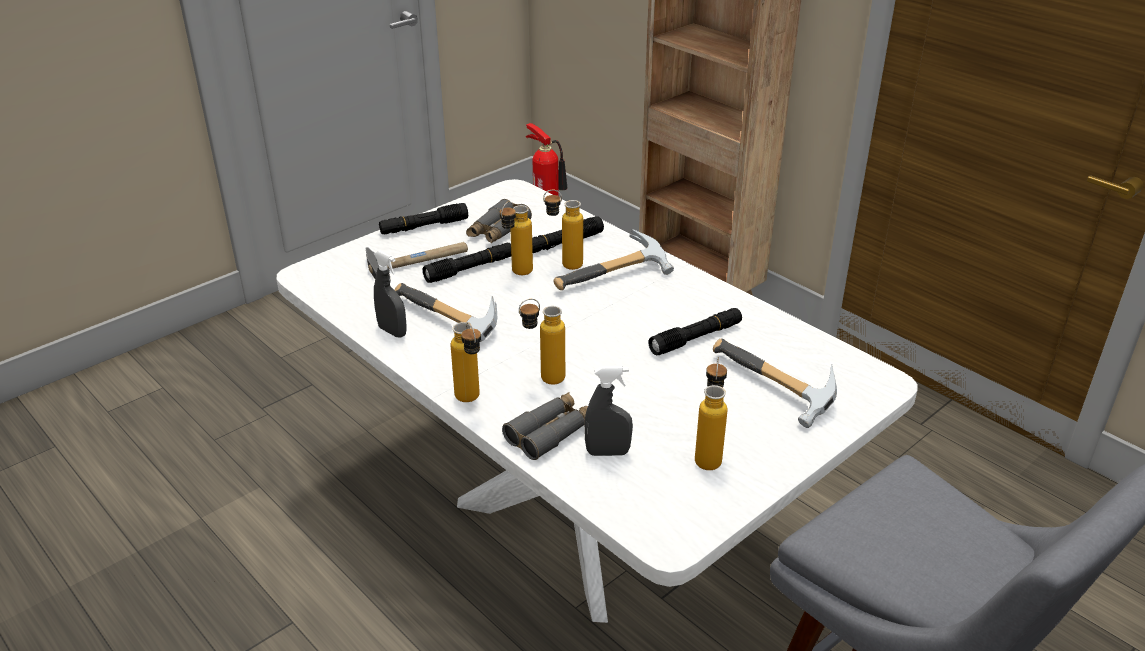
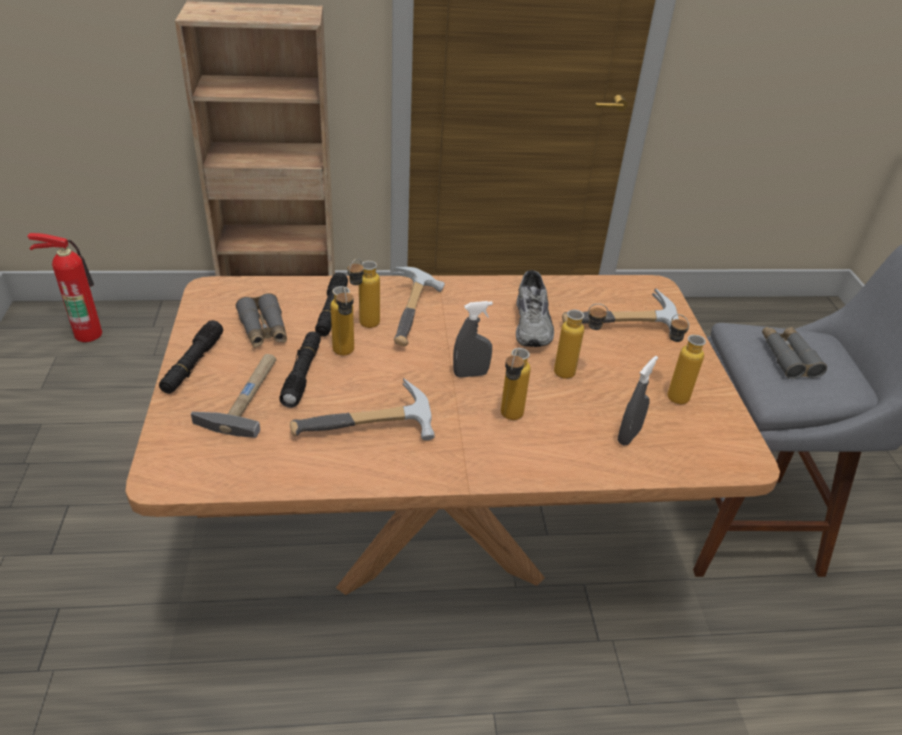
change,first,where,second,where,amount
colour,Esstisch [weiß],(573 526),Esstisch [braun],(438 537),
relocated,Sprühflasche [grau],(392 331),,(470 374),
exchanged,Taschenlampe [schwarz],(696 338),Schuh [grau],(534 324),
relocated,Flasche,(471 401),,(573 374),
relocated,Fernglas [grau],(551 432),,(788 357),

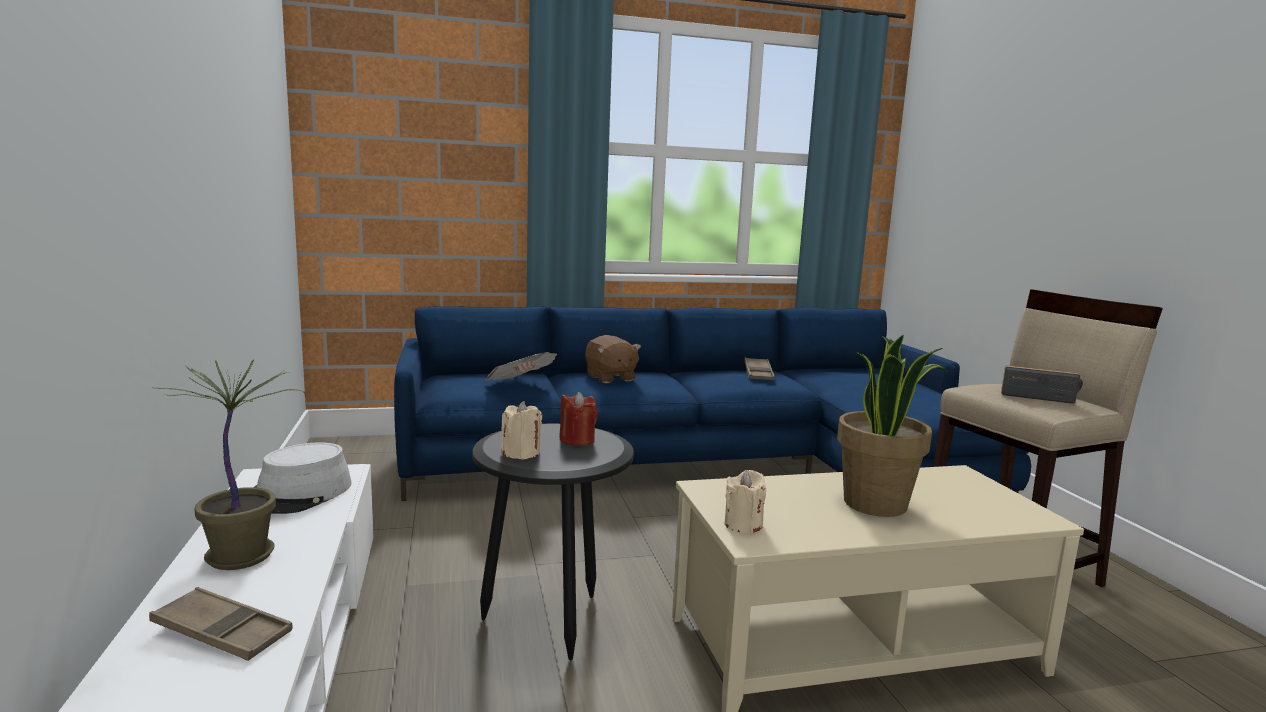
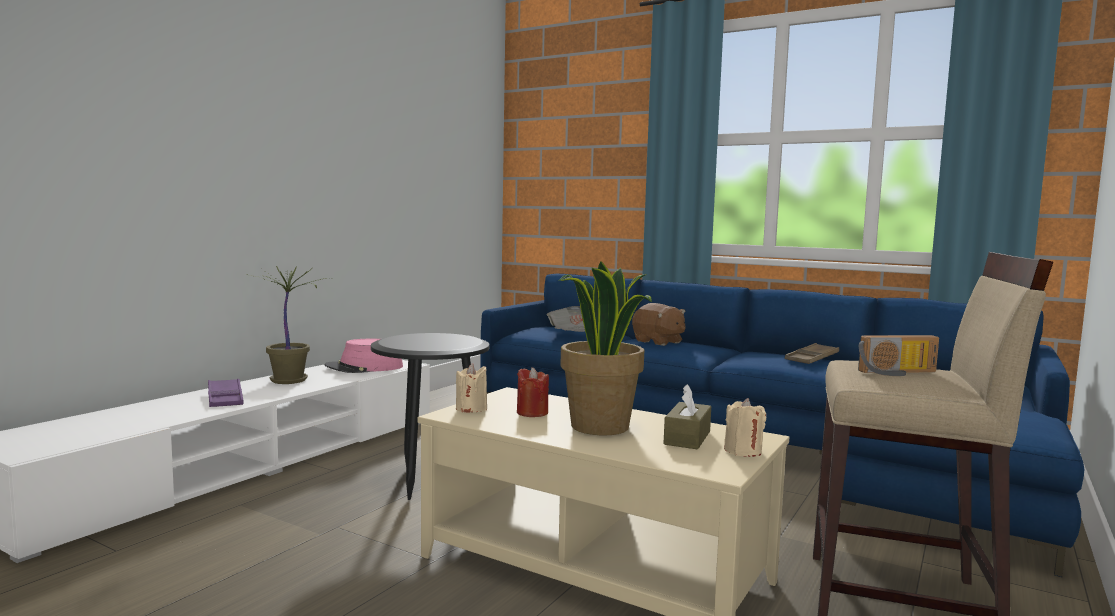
change,first,where,second,where,amount
spun,Plüschtier [braun],(610 378),,(658 342),60 degrees counterclockwise
spun,Radio,(1039 397),,(899 373),105 degrees clockwise
relocated,Kerze [rot],(577 440),,(532 412),
relocated,Kerze [beige],(521 453),,(742 451),
colour,Hut [grau],(296 495),Hut [rosa],(364 367),
colour,Tablett [braun],(222 632),Tablett [lila],(225 398),
appeared,,,Taschentuchbox [braun],(687 438),

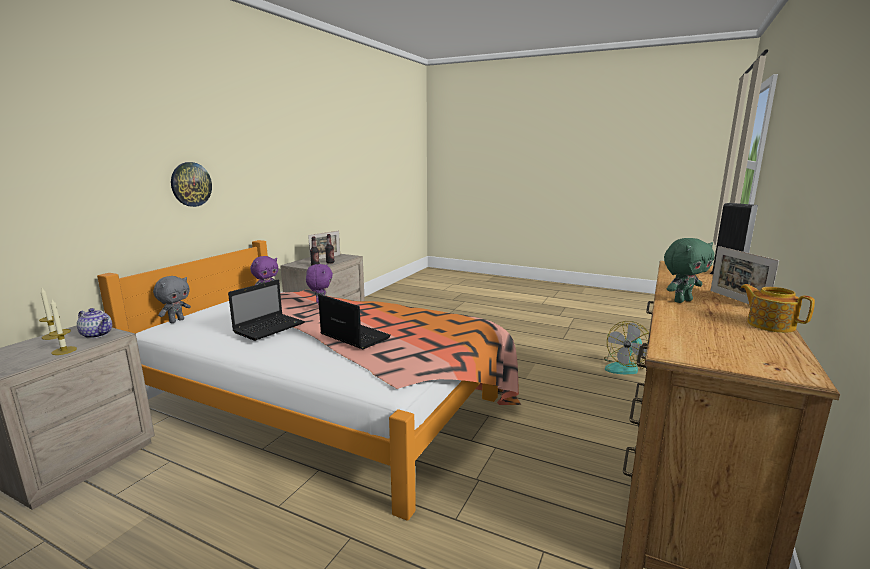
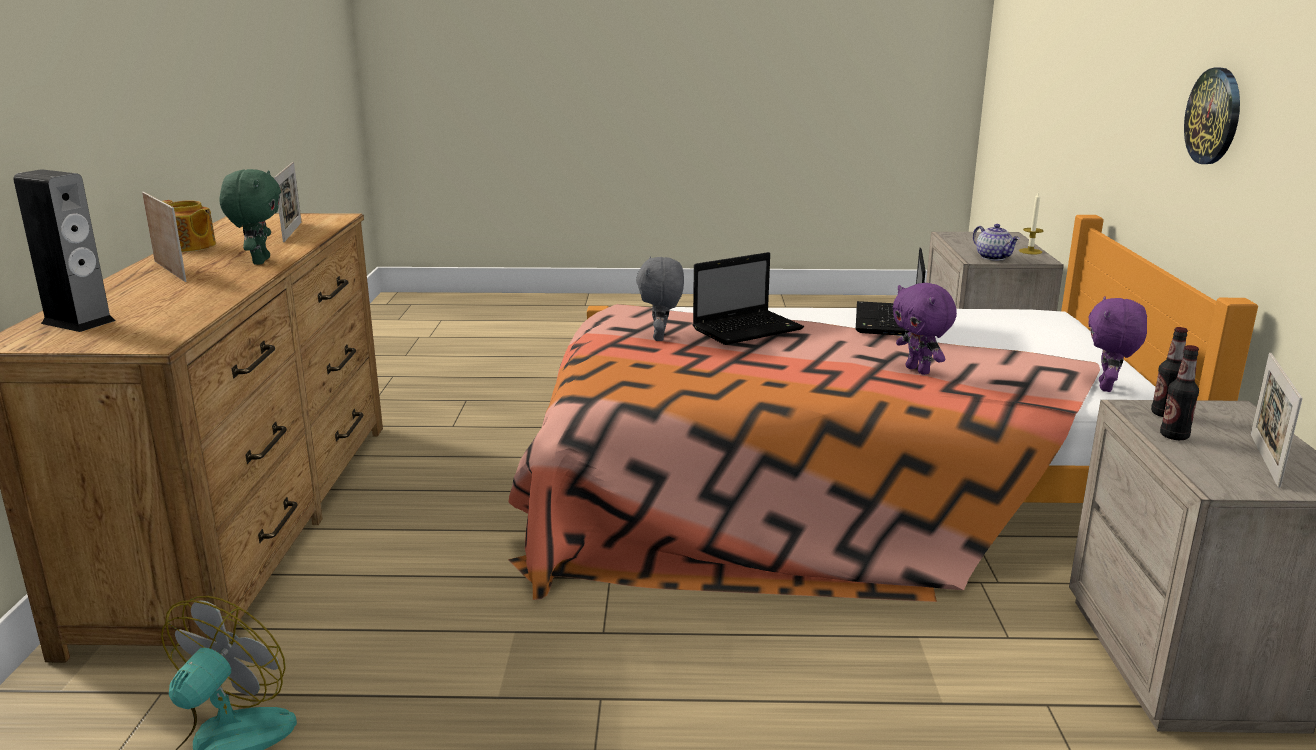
change,first,where,second,where,amount
spun,Plüschtier [grün],(682 301),,(259 261),135 degrees clockwise
relocated,Plüschtier [grau],(176 321),,(661 337),
spun,Laptop,(353 336),,(749 329),45 degrees counterclockwise
missing,Kerze,(64 350),,,
spun,Teekanne,(98 334),,(994 257),120 degrees counterclockwise
appeared,,,Bilderrahmen,(292 232),

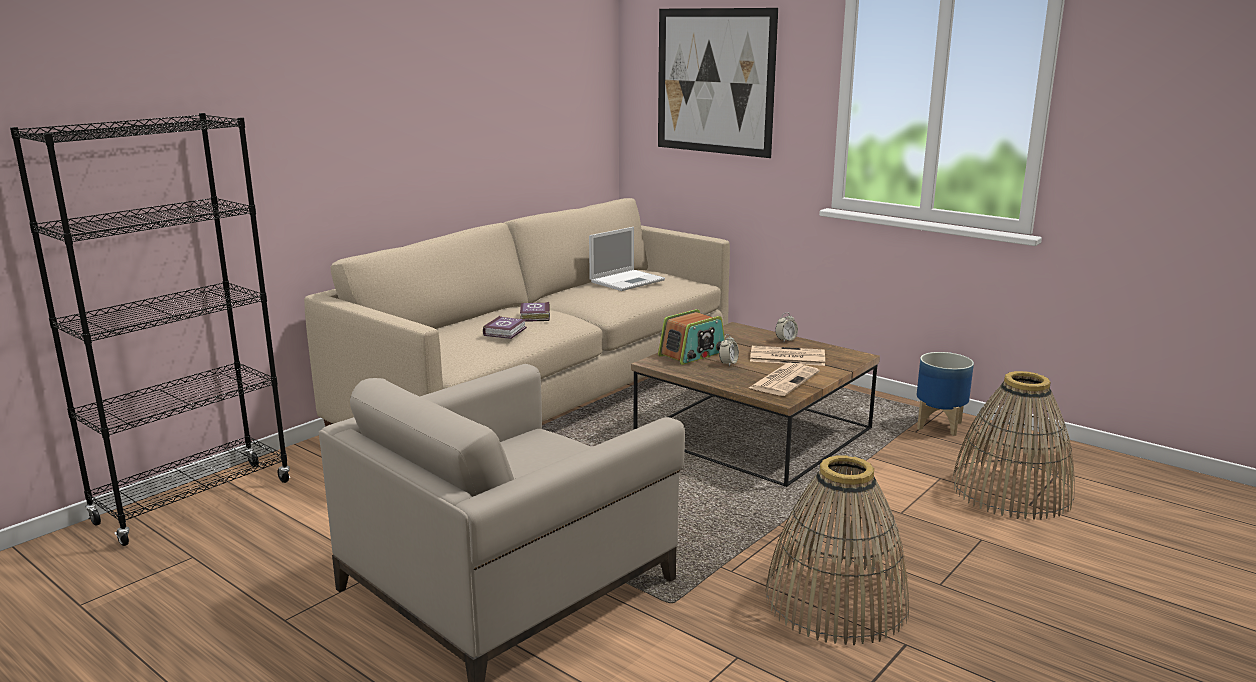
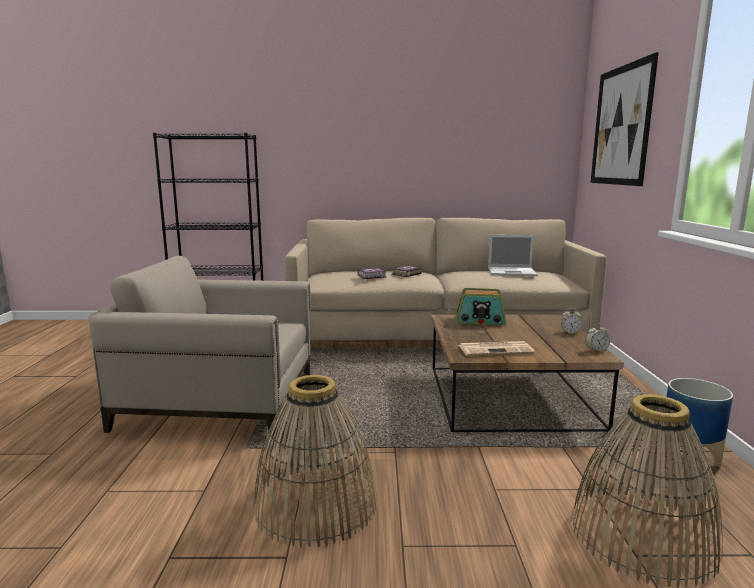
change,first,where,second,where,amount
relocated,Wecker,(728 363),,(596 350),
missing,Zeitung,(786 357),,,

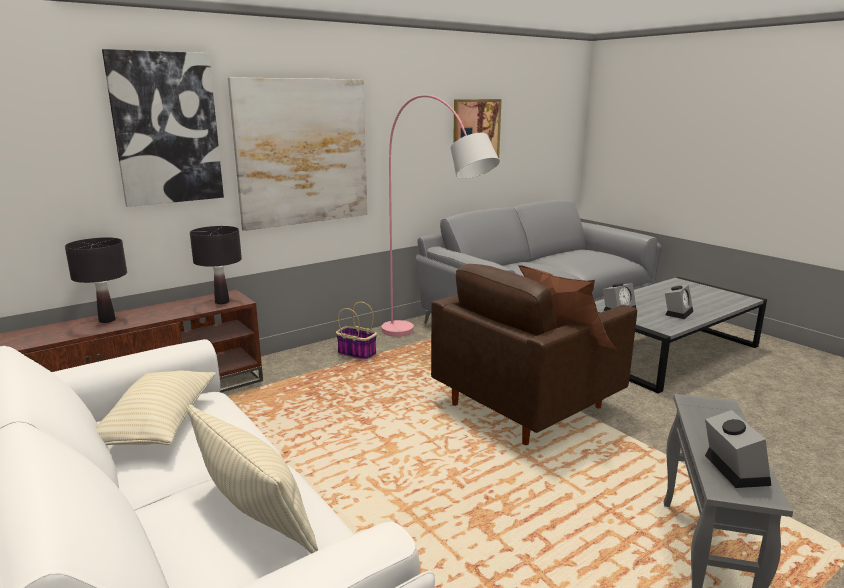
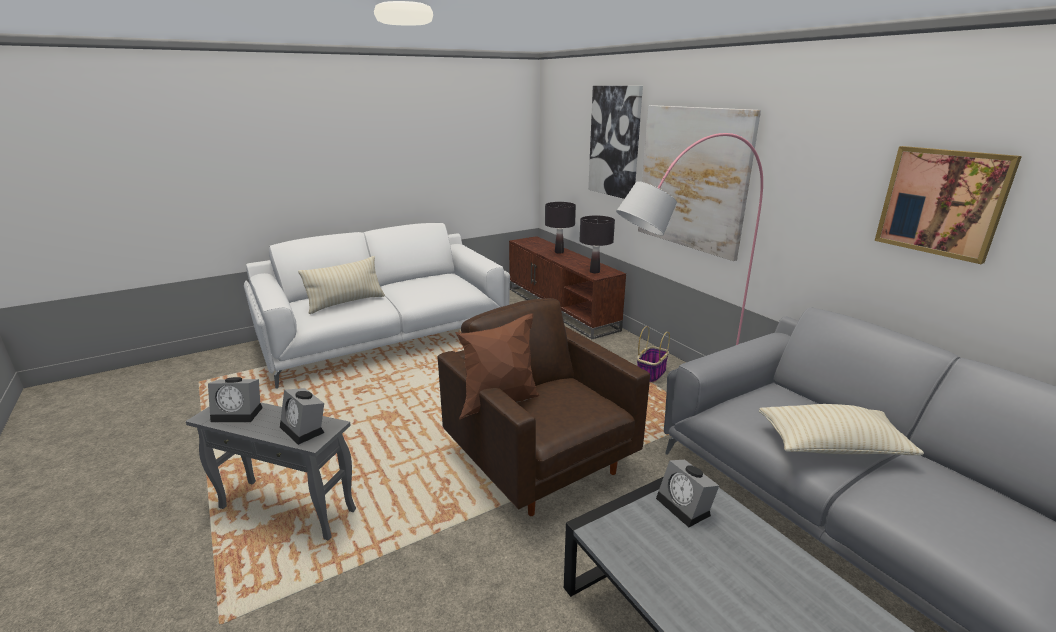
change,first,where,second,where,amount
relocated,Wecker,(677 312),,(305 429),
relocated,Kissen [beige],(159 424),,(831 446),

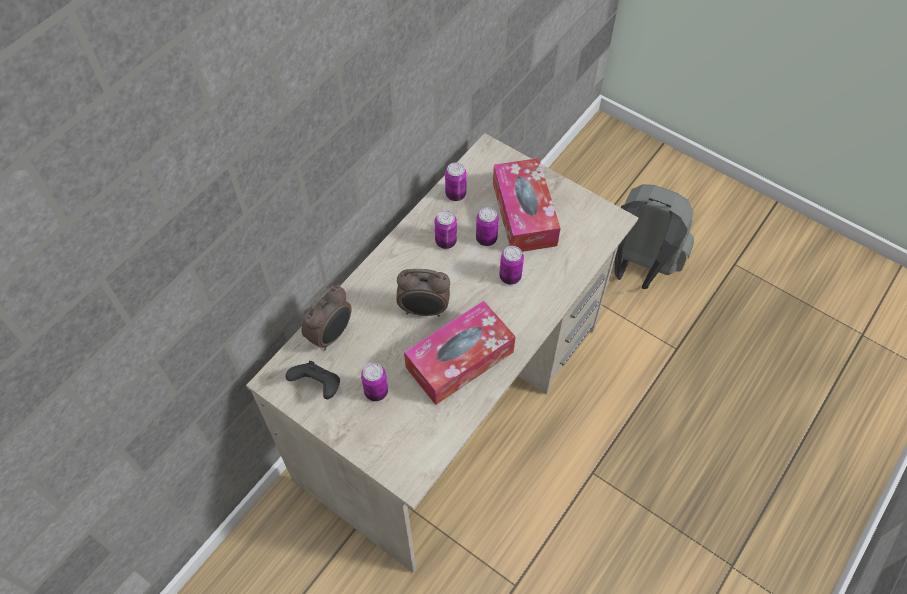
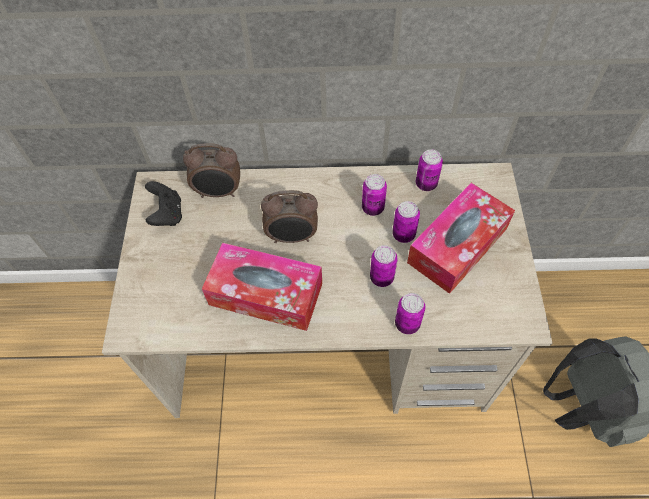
change,first,where,second,where,amount
spun,Wecker,(424 310),,(292 237),60 degrees counterclockwise
relocated,Dose,(376 392),,(407 324),

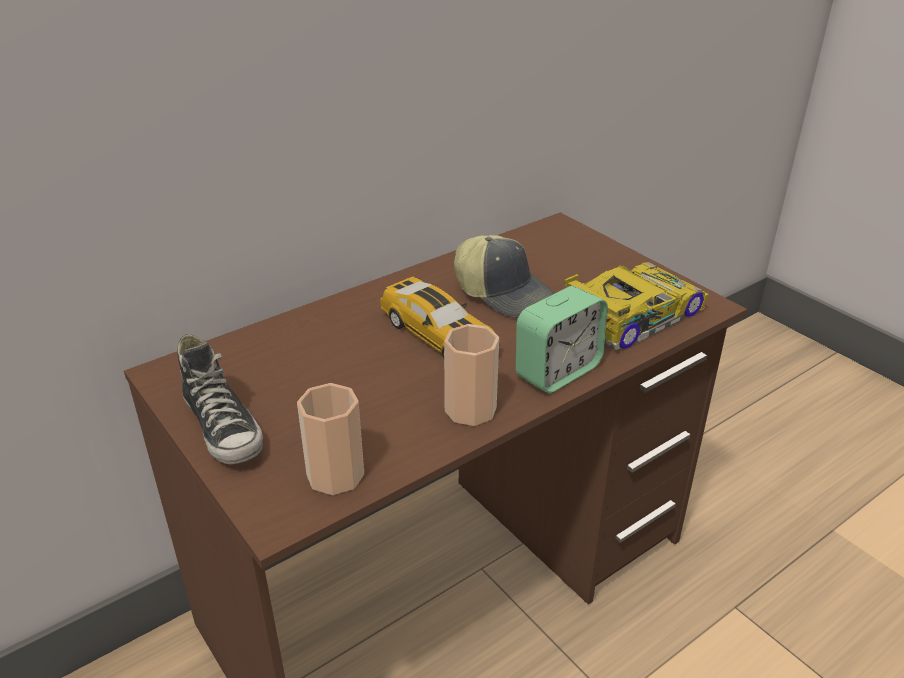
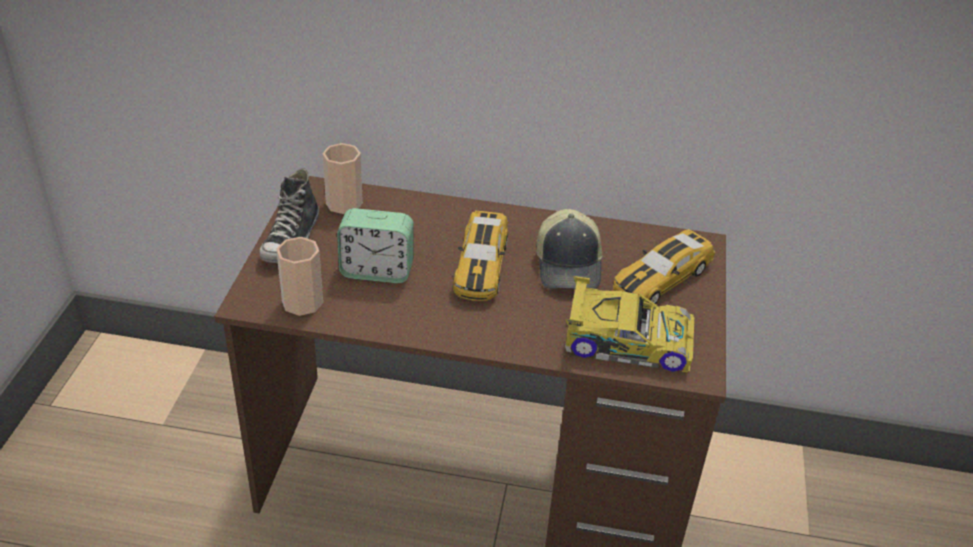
change,first,where,second,where,amount
relocated,Wecker,(558 371),,(377 271),
relocated,Tasse,(470 409),,(344 203),
appeared,,,Spielzeugauto,(661 279),

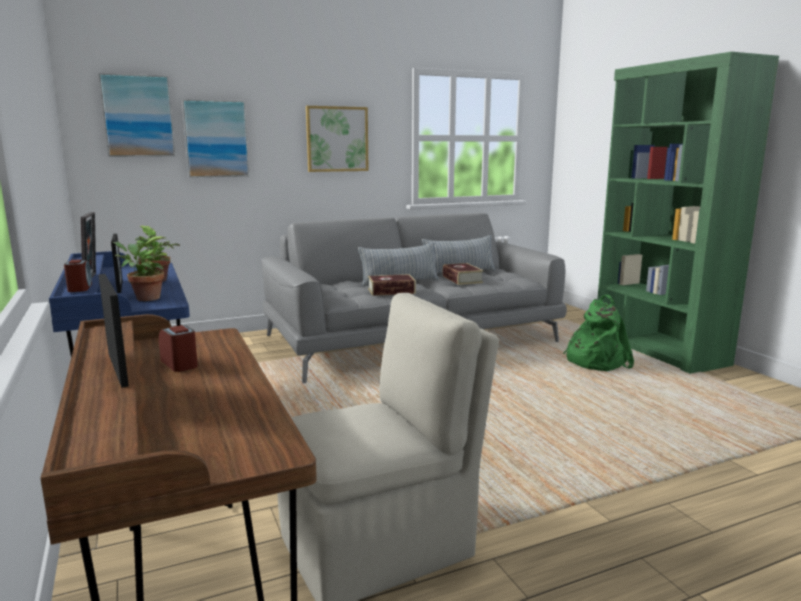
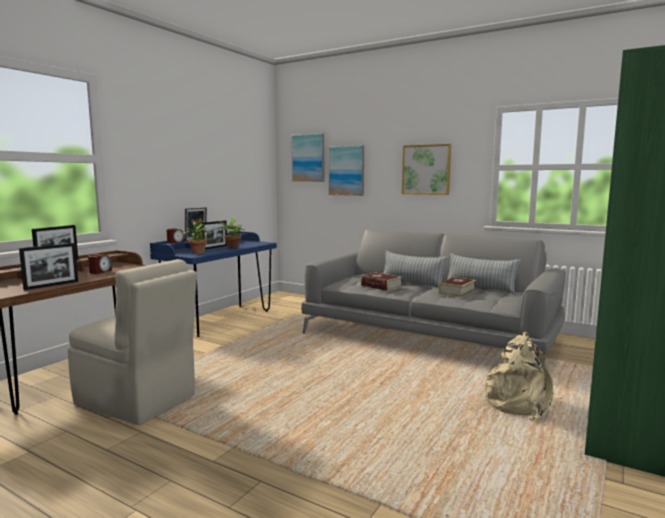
change,first,where,second,where,amount
colour,Rucksack [grün],(595 361),Rucksack [beige],(520 403),
appeared,,,Bilderrahmen,(52 285),

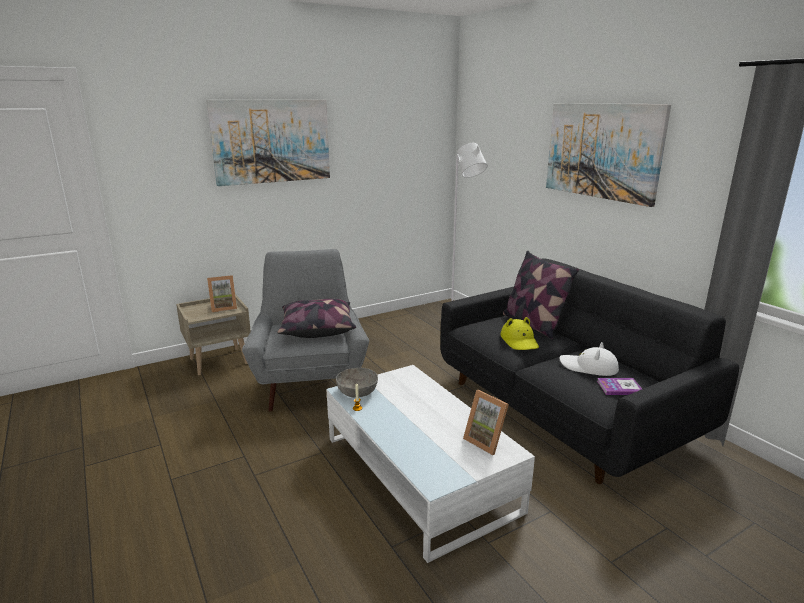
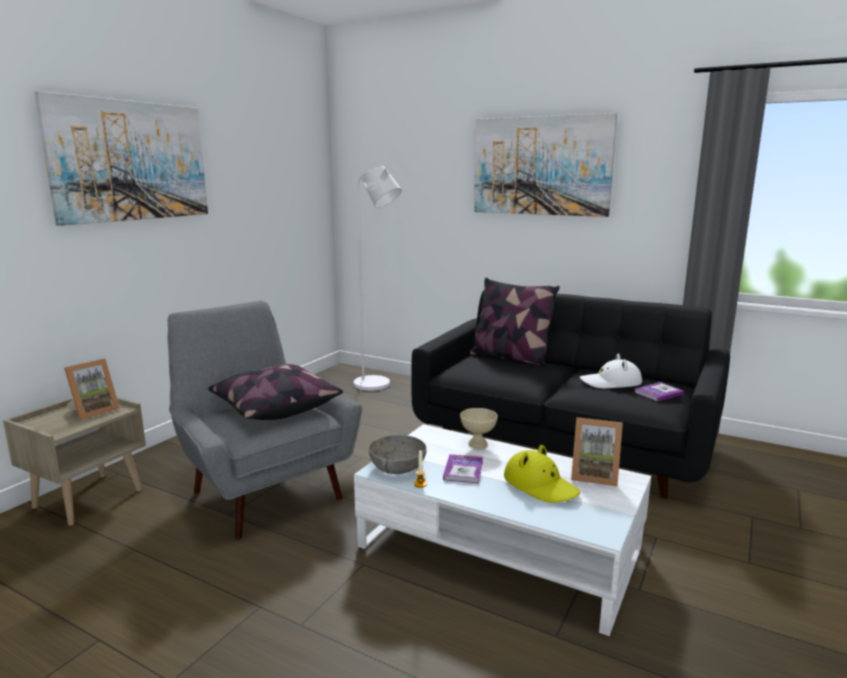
change,first,where,second,where,amount
relocated,Hut [gelb],(519 341),,(540 485),
appeared,,,Schüssel [beige],(478 444),
appeared,,,Buch,(463 470),

